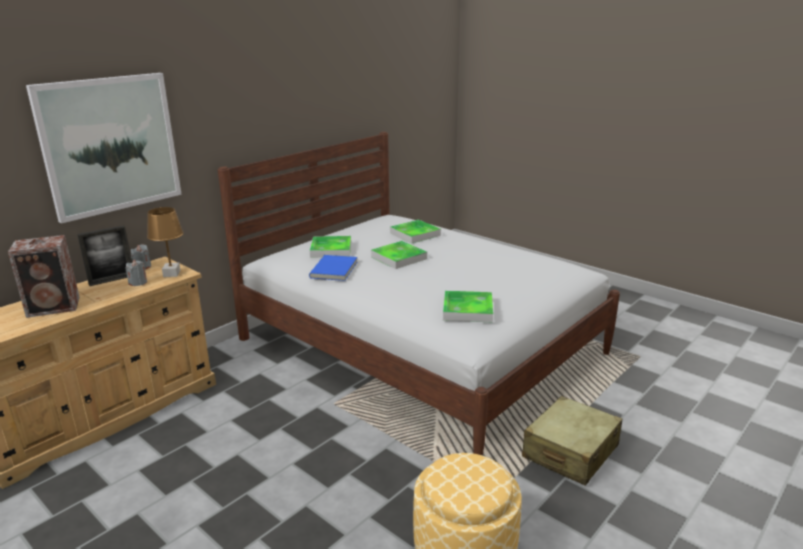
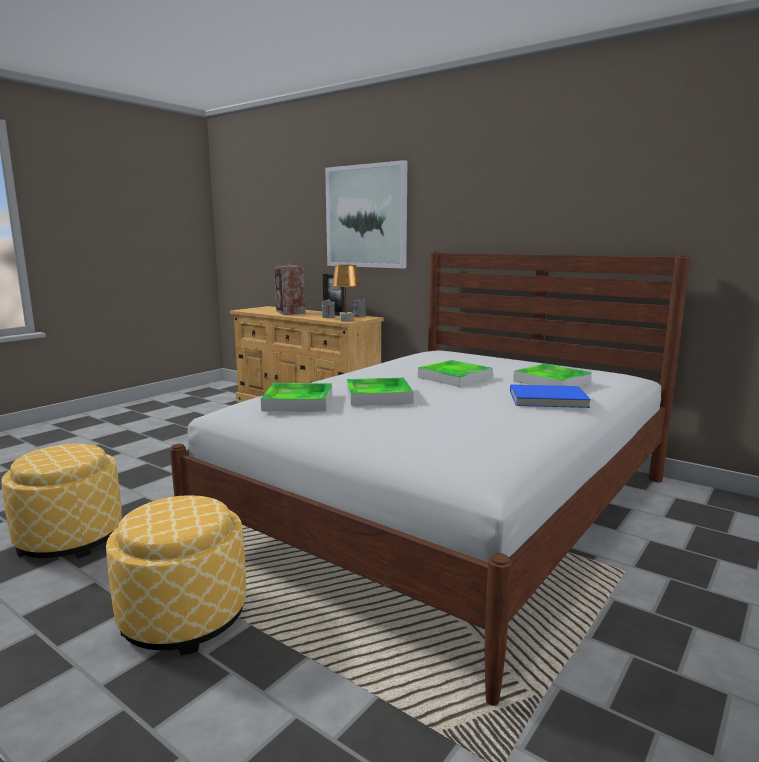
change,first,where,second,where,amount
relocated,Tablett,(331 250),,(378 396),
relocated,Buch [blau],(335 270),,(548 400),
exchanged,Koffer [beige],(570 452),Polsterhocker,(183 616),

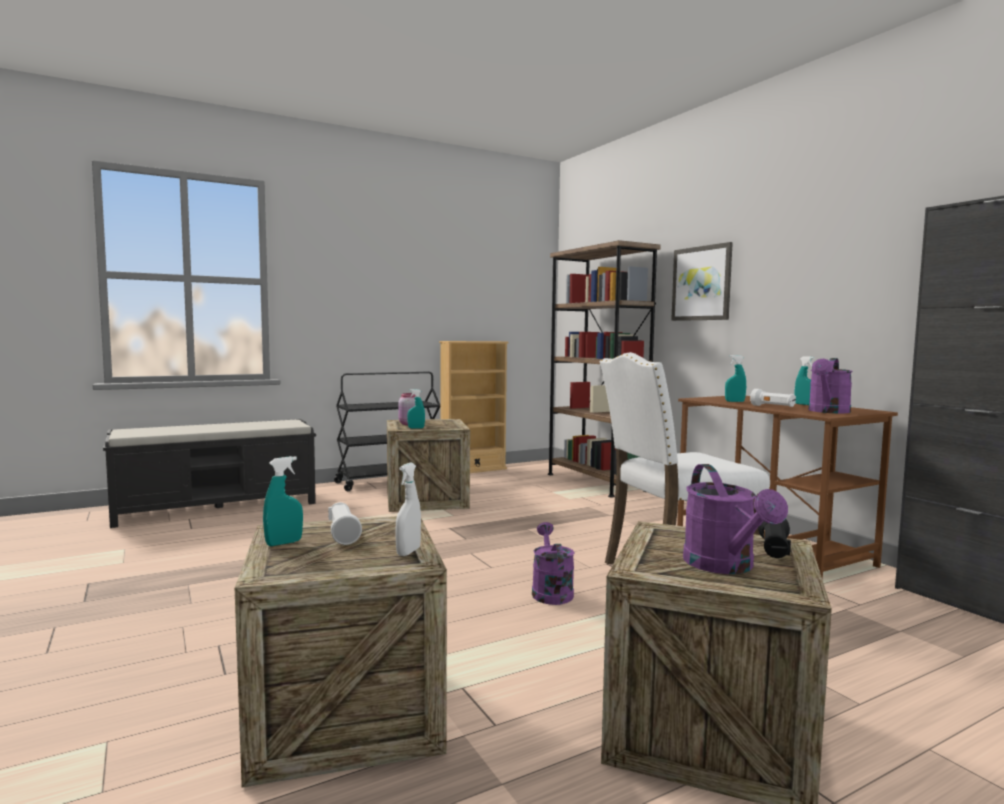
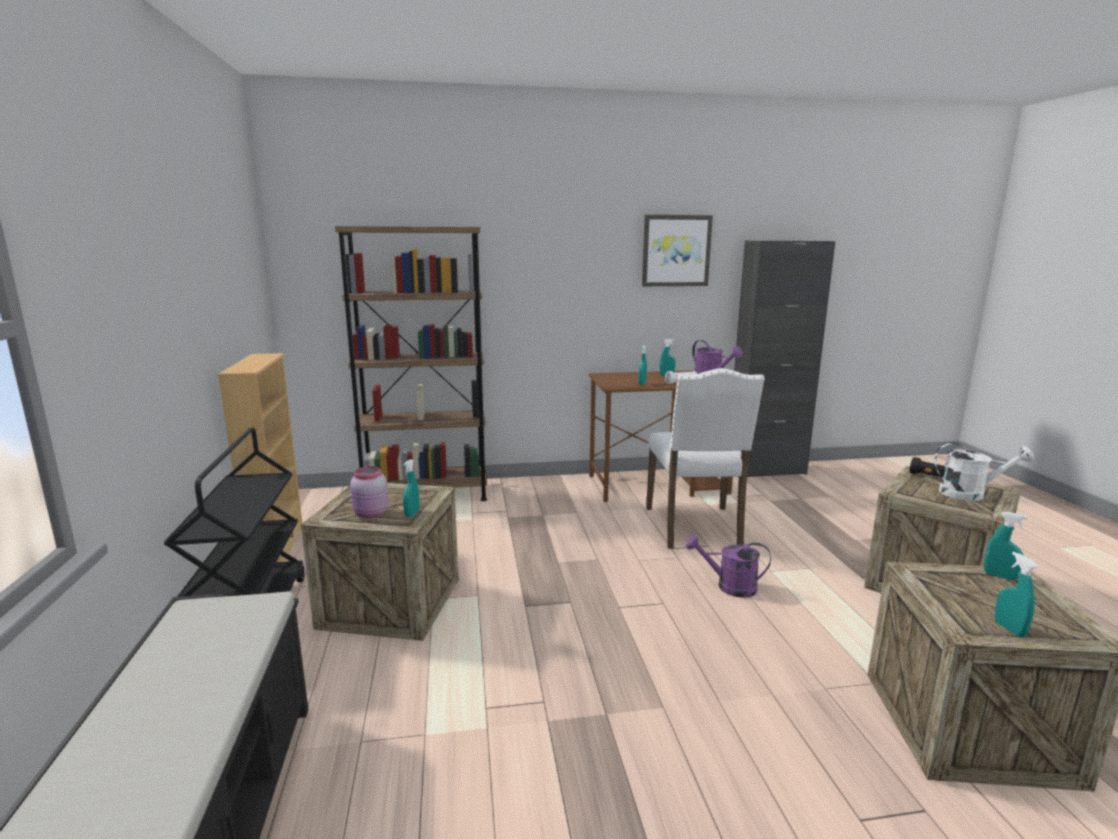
change,first,where,second,where,amount
relocated,Bild,(702 283),,(676 251),
colour,Sprühflasche [weiß],(408 552),Sprühflasche [türkis],(999 576),
colour,Gießkanne [lila],(725 566),Gießkanne [weiß],(970 494),
missing,Taschenlampe [weiß],(343 534),,,

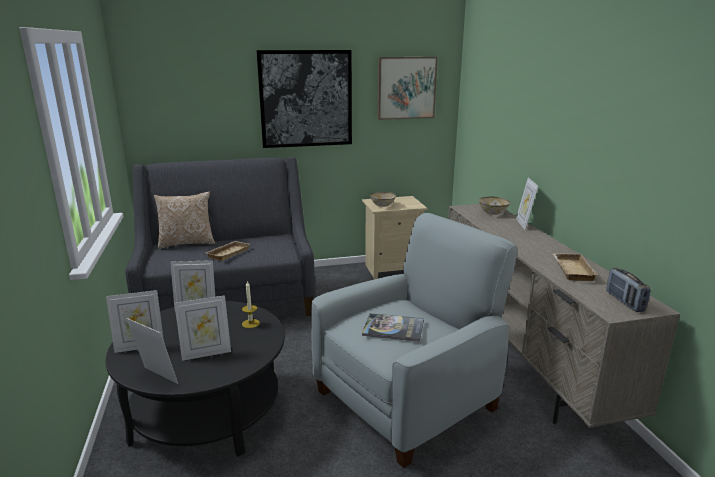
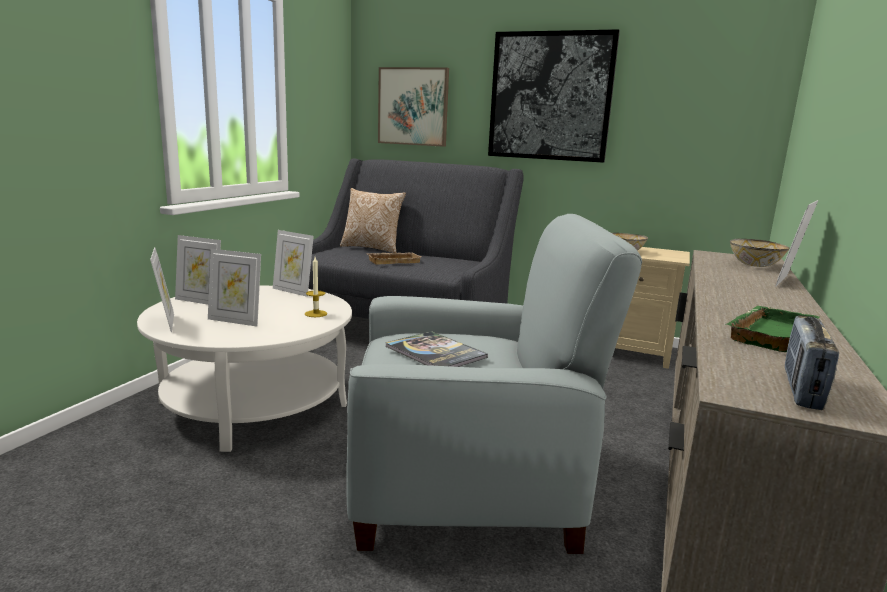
change,first,where,second,where,amount
relocated,Bild,(406 88),,(413 107),
colour,Tablett [beige],(571 270),Tablett [grün],(767 333),
colour,Couchtisch [schwarz],(207 409),Couchtisch [weiß],(254 403),

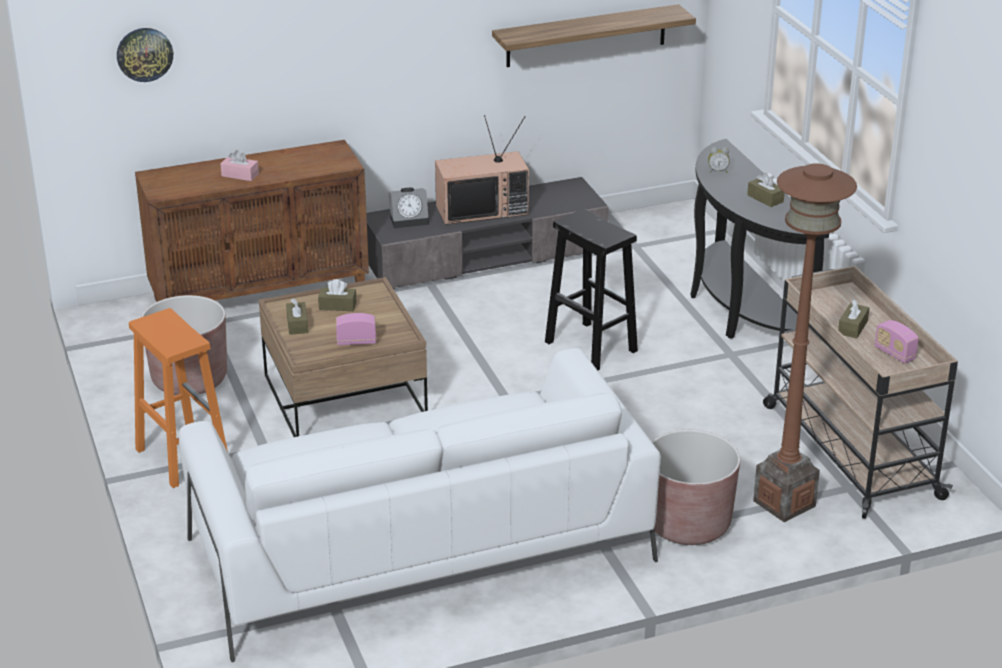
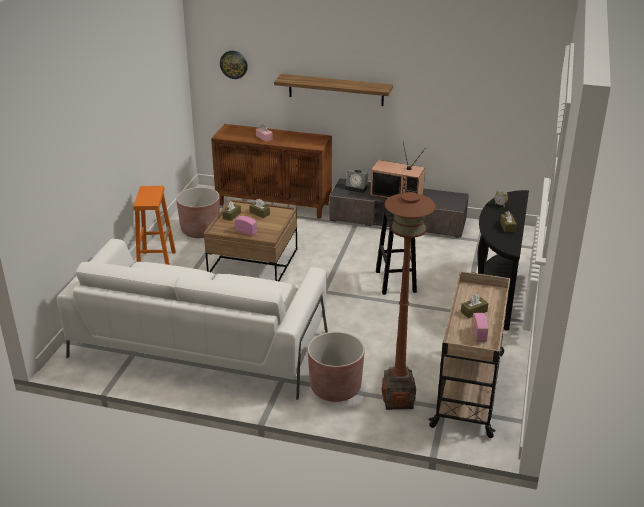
change,first,where,second,where,amount
relocated,Wandregal,(586 36),,(336 90),

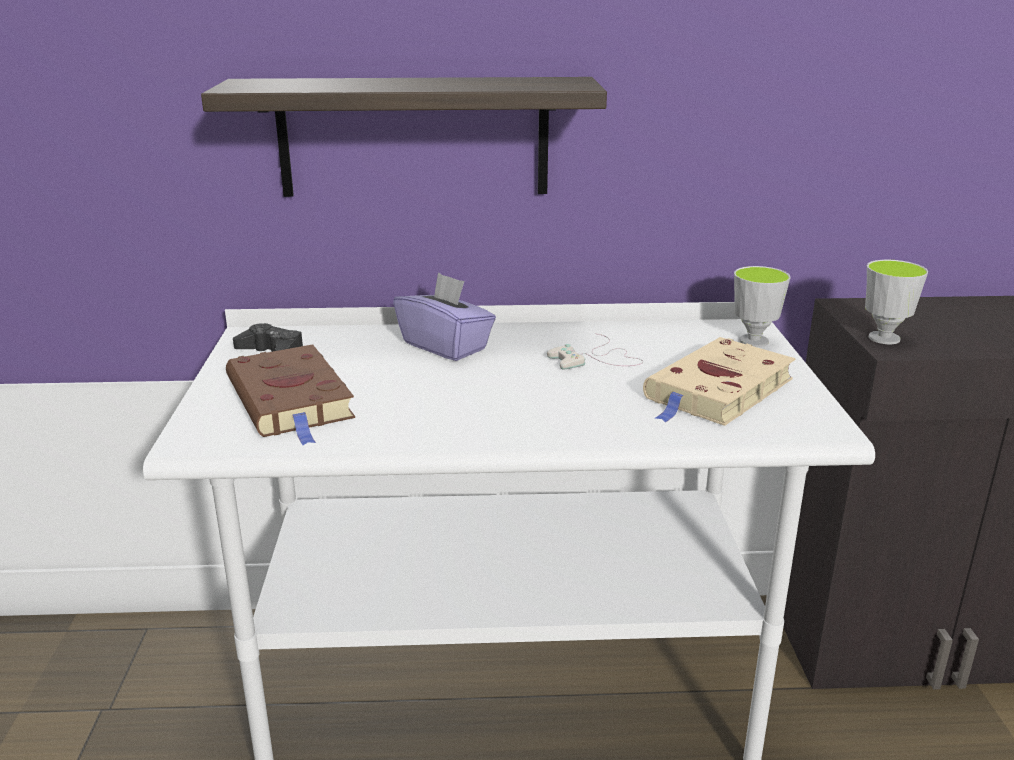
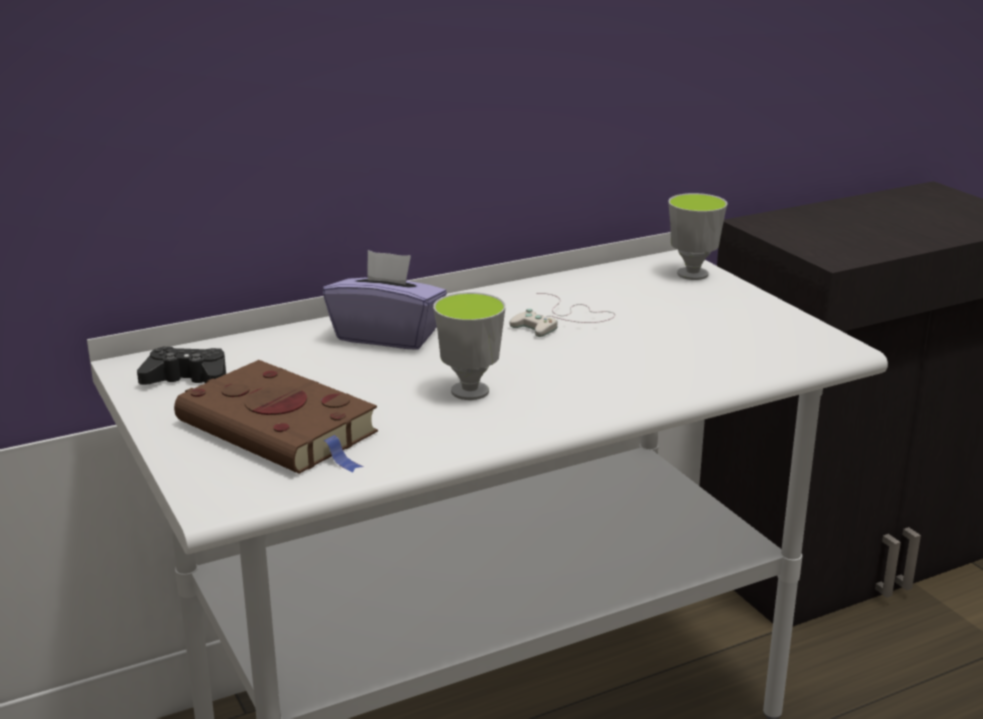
change,first,where,second,where,amount
missing,Wandregal,(413 137),,,
relocated,Tasse,(884 338),,(470 391),
missing,Buch [beige],(717 391),,,

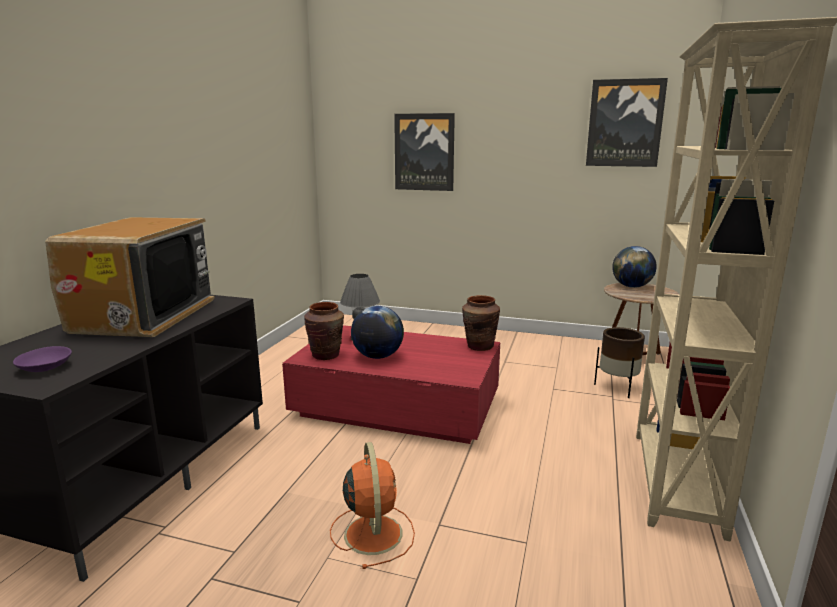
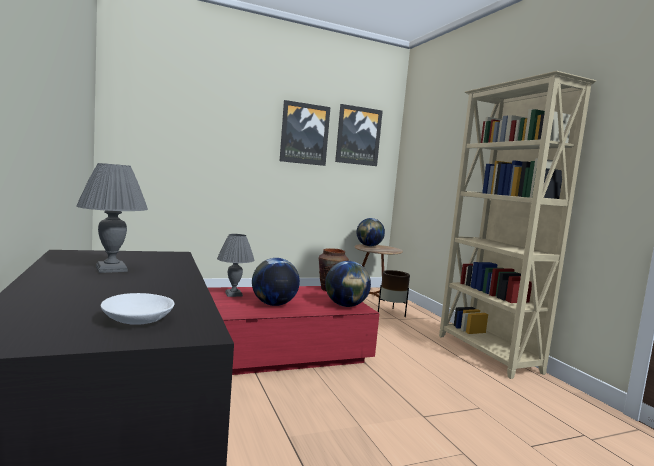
change,first,where,second,where,amount
relocated,Bild,(424 152),,(304 134),
exchanged,Fernseher,(145 315),Tischlampe [grau],(111 269),
missing,Vase [braun],(326 355),,,
colour,Schüssel [lila],(45 368),Schüssel [weiß],(138 320),
missing,Ventilator [orange],(373 532),,,
appeared,,,Globus,(345 306),

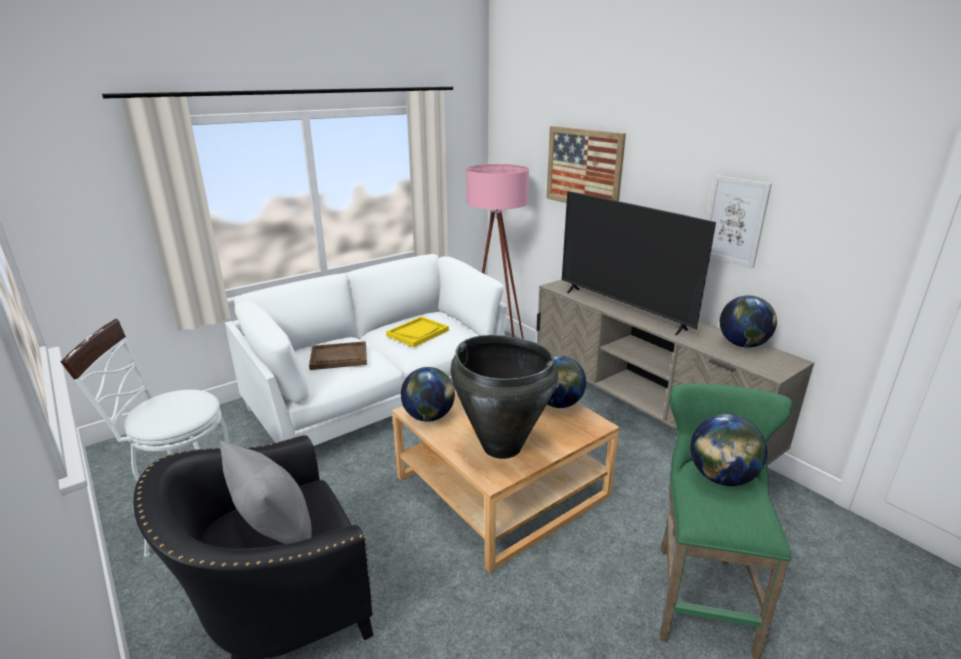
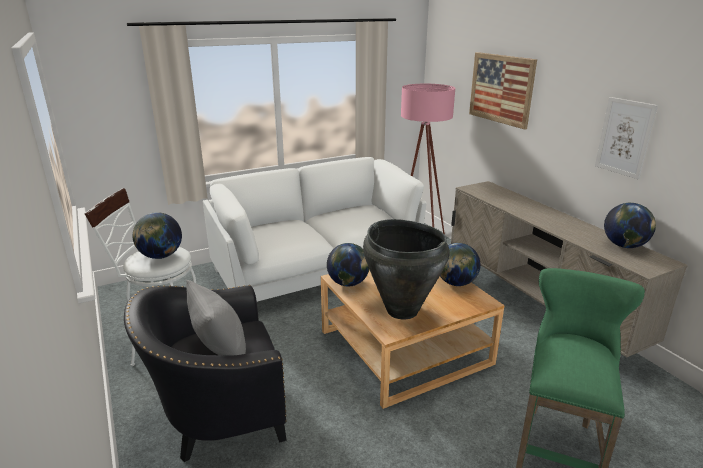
change,first,where,second,where,amount
missing,Fernseher,(622 310),,,
missing,Tablett [gelb],(417 333),,,
missing,Tablett [braun],(338 357),,,
relocated,Globus,(721 478),,(161 256),

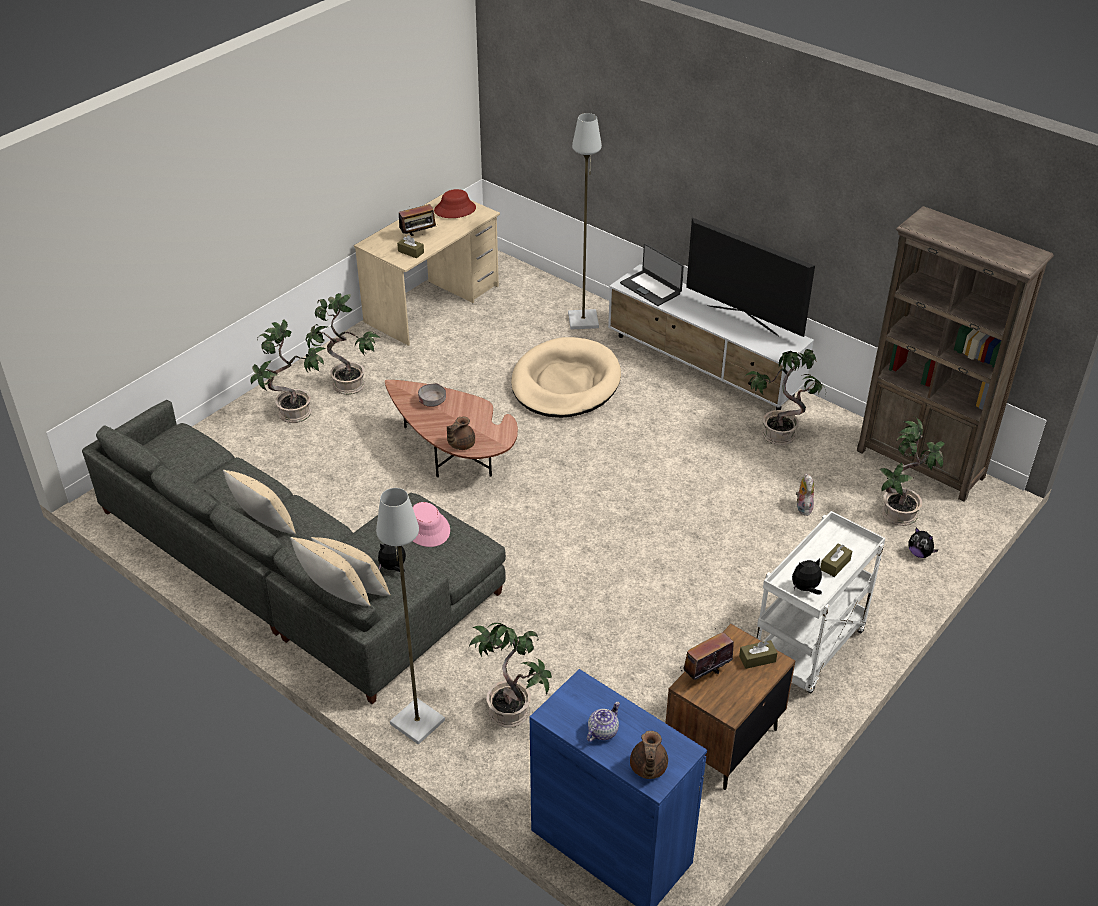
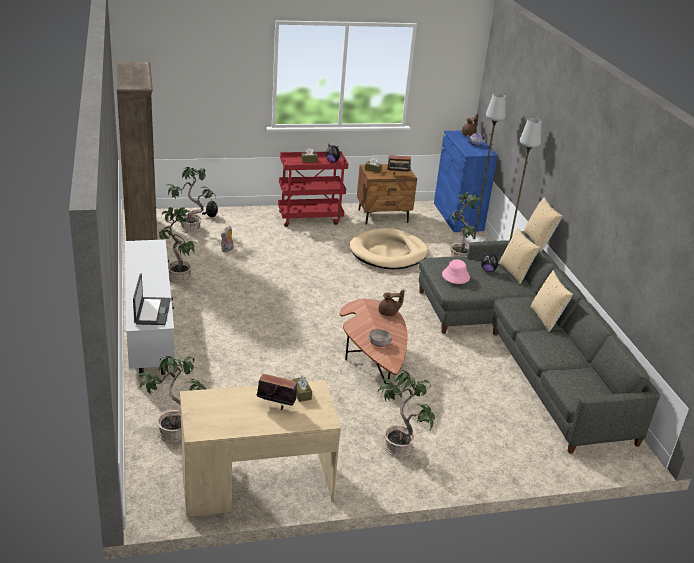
change,first,where,second,where,amount
relocated,Stehlampe [grau],(583 320),,(473 241),
missing,Hut [rot],(455 209),,,
missing,Fernseher,(743 320),,,
relocated,Topfpflanze,(294 414),,(174 431),
relocated,Hundebett [beige],(565 383),,(388 253),
colour,Rollwagen [weiß],(809 650),Rollwagen [rot],(310 218),

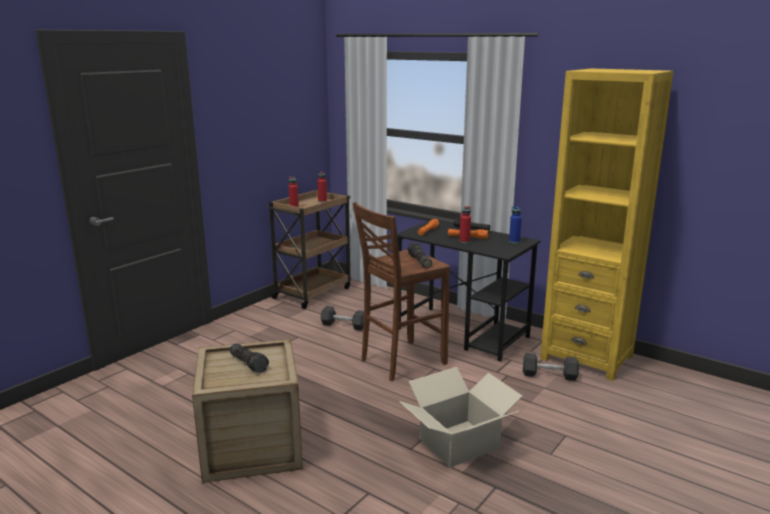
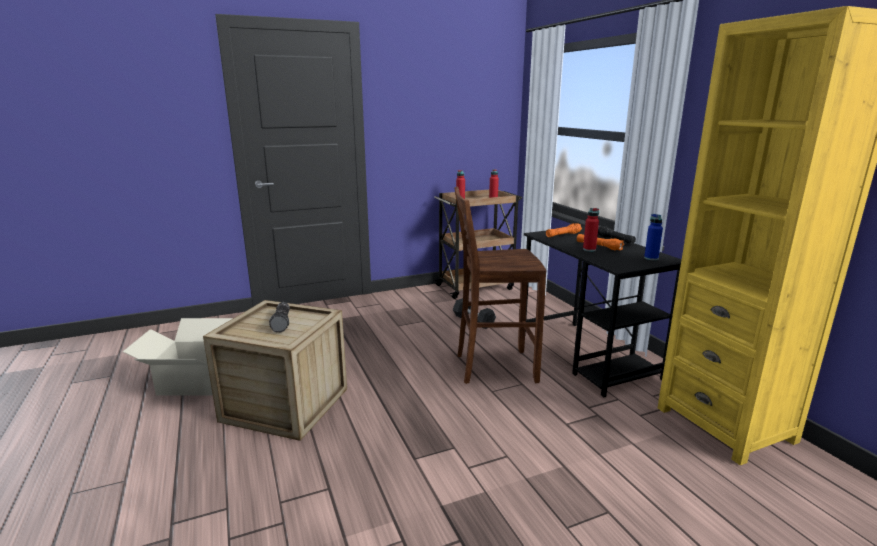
change,first,where,second,where,amount
missing,Taschenlampe,(419 261),,,
missing,Hantel [schwarz],(549 375),,,
relocated,Karton,(460 443),,(195 382),

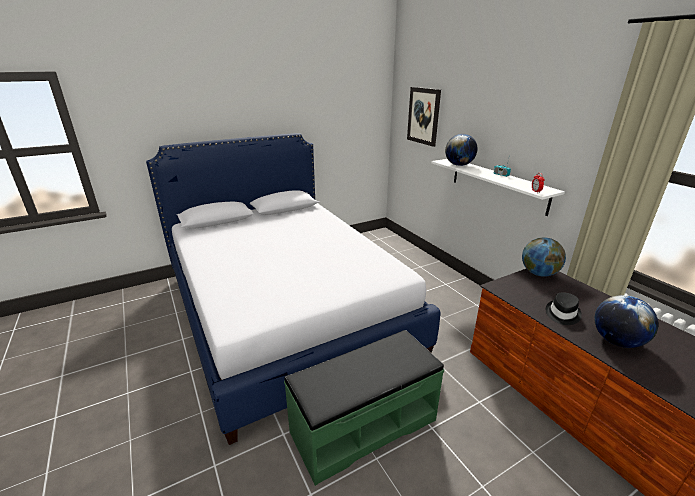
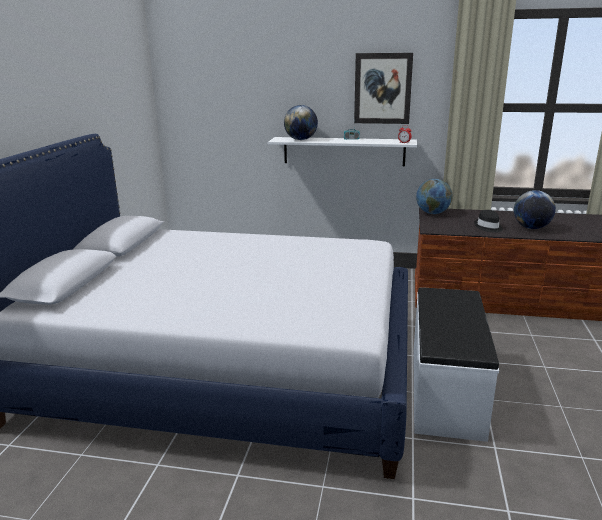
change,first,where,second,where,amount
relocated,Bild,(423 116),,(382 88),
colour,Bank [grün],(363 425),Bank [weiß],(444 390),

